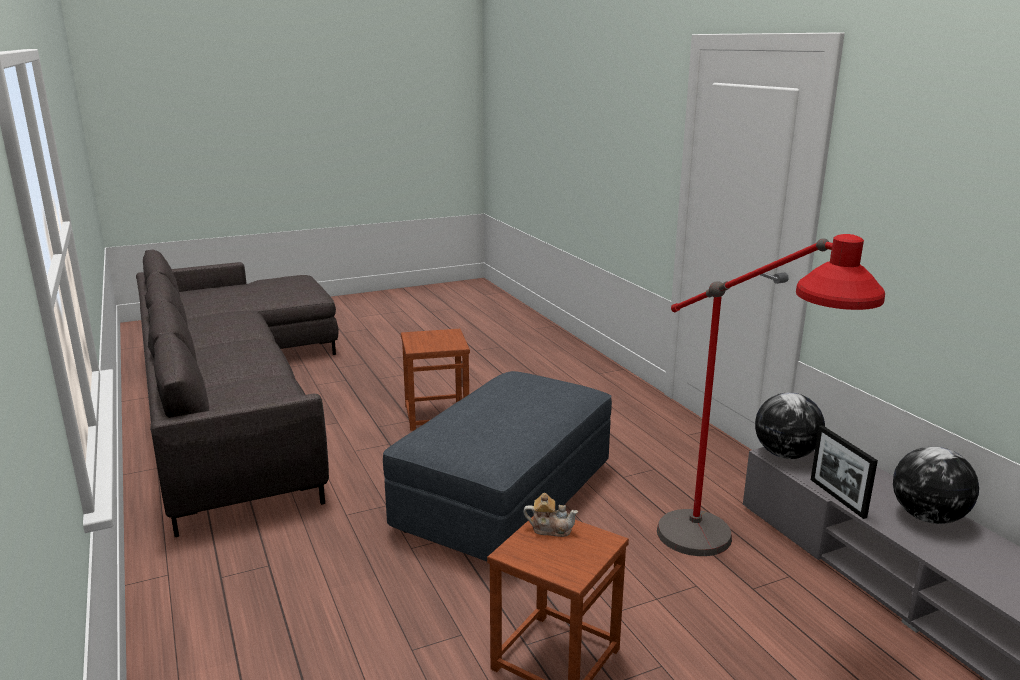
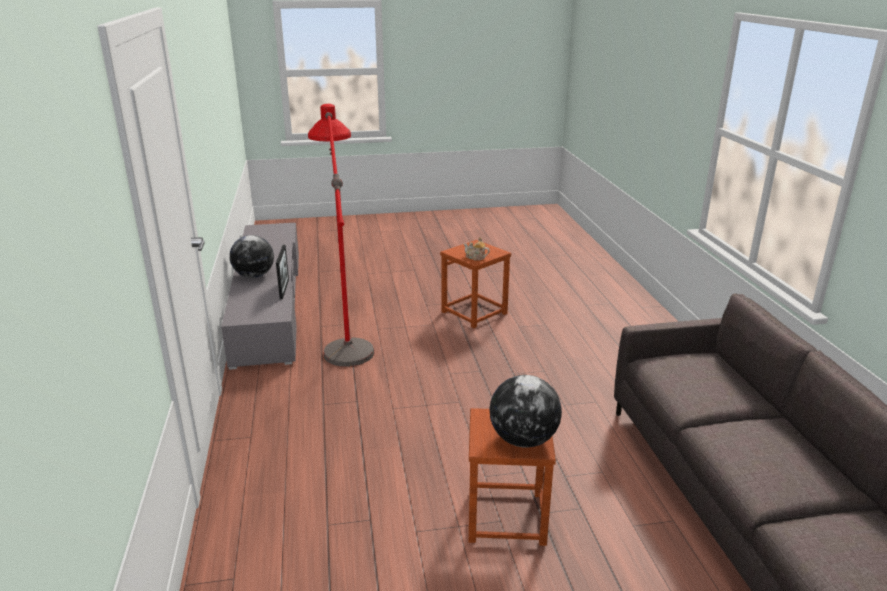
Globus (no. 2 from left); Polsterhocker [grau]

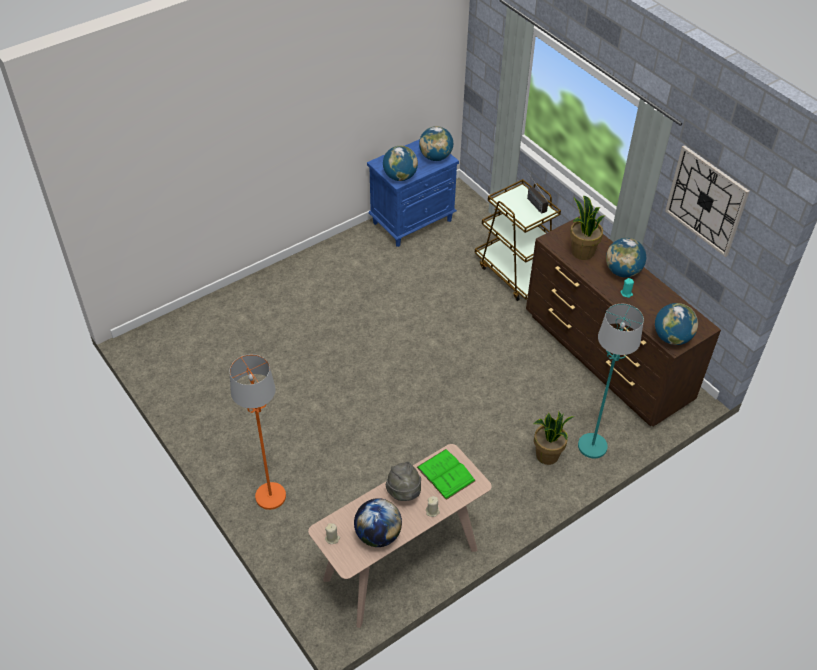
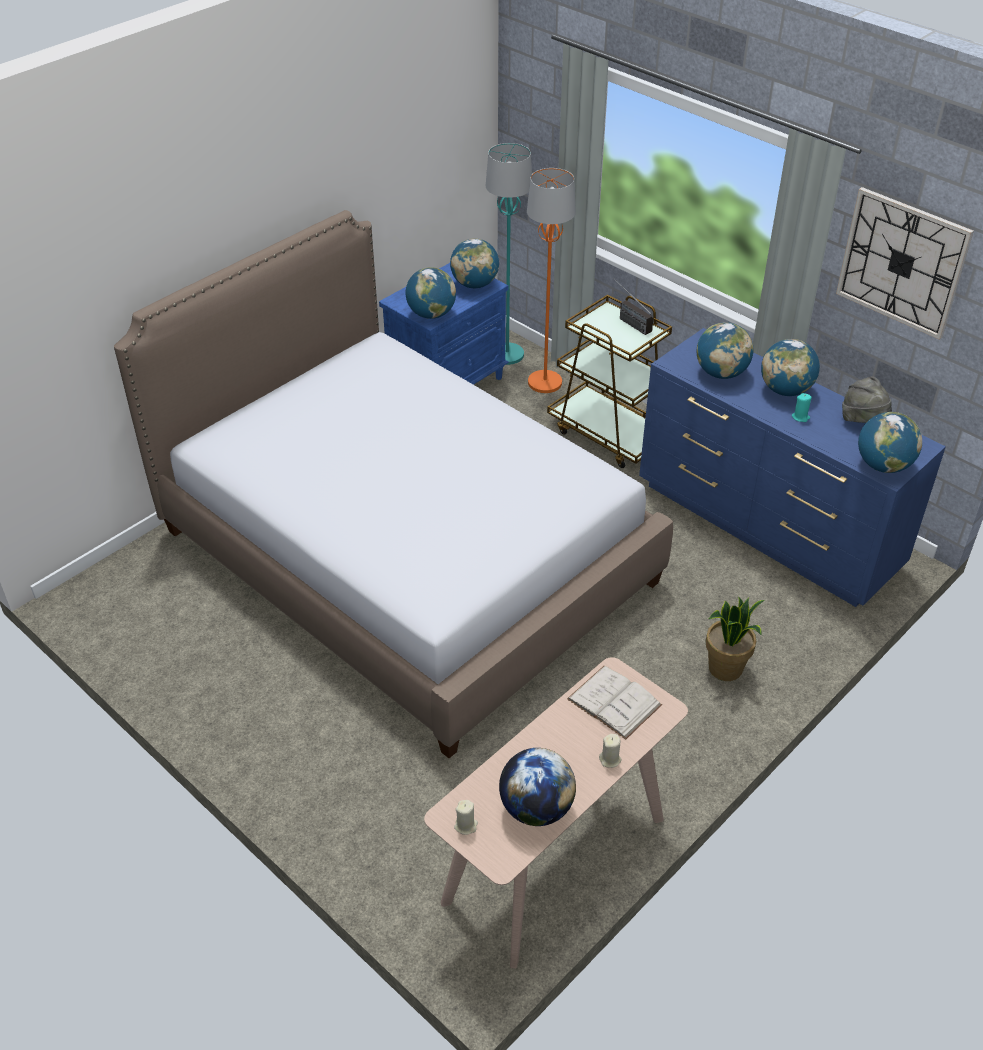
Bett; Stehlampe [türkis]; Stehlampe [orange]; Buch [weiß]; Kommode [blau]; Globus (no. 4 from left); Hut [grau]

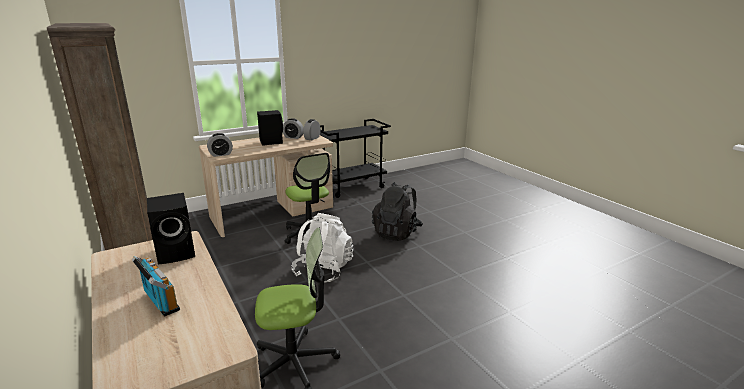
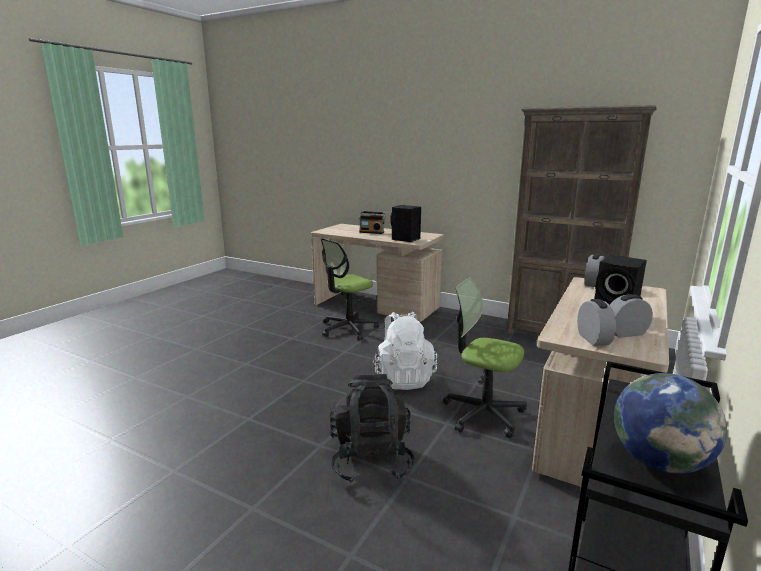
Globus

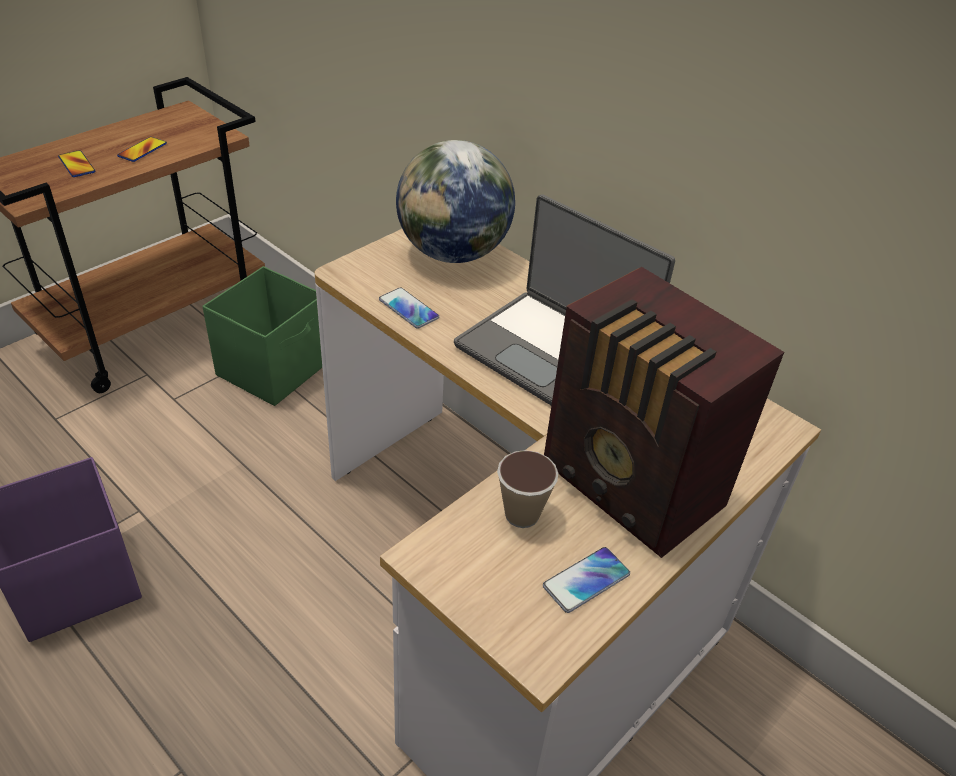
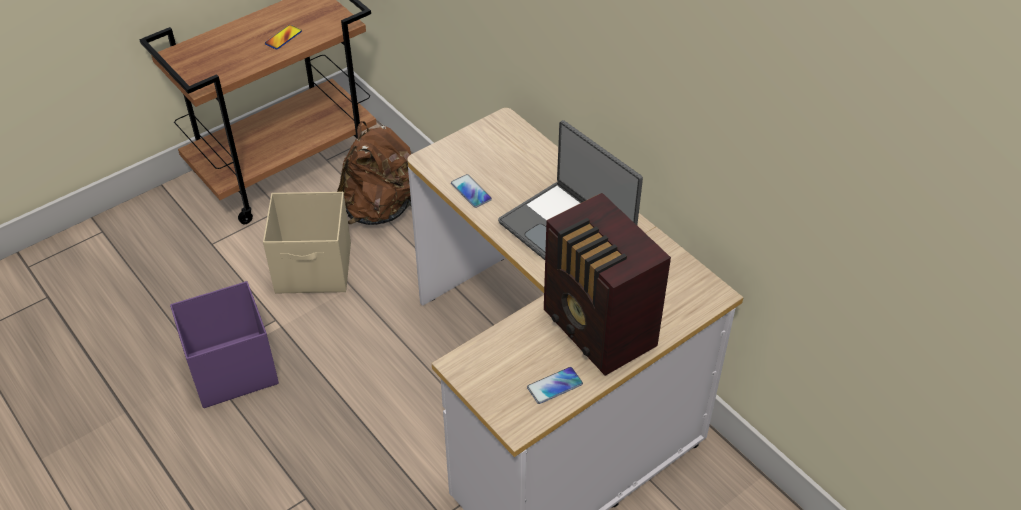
Aufbewahrungsbox [beige]; Rucksack [braun]; Handy (no. 1 from left in the first image); Globus; Tasse

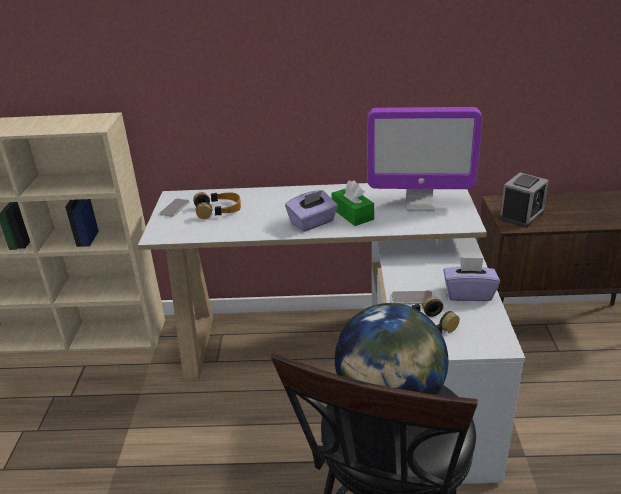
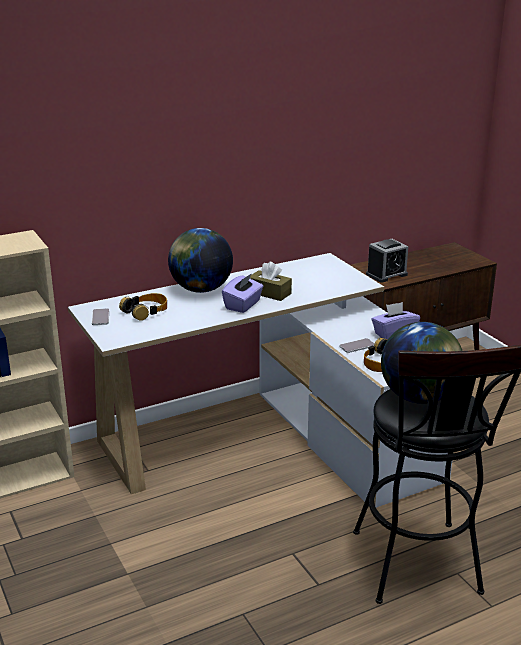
Globus (no. 1 from left); Taschentuchbox [braun]; Wecker; Monitor

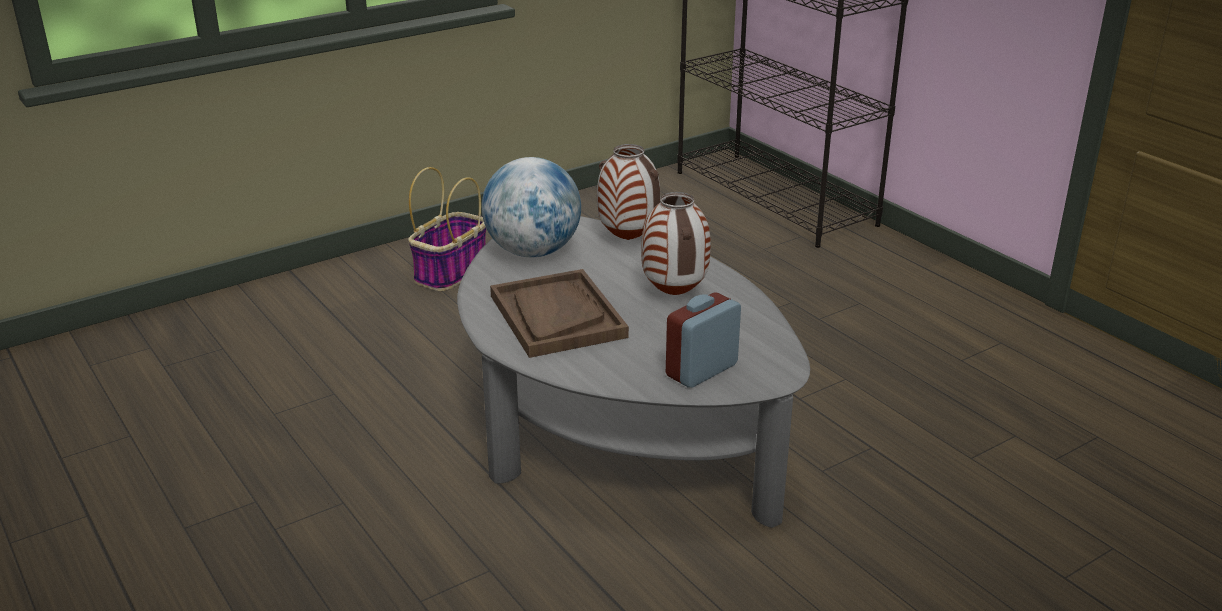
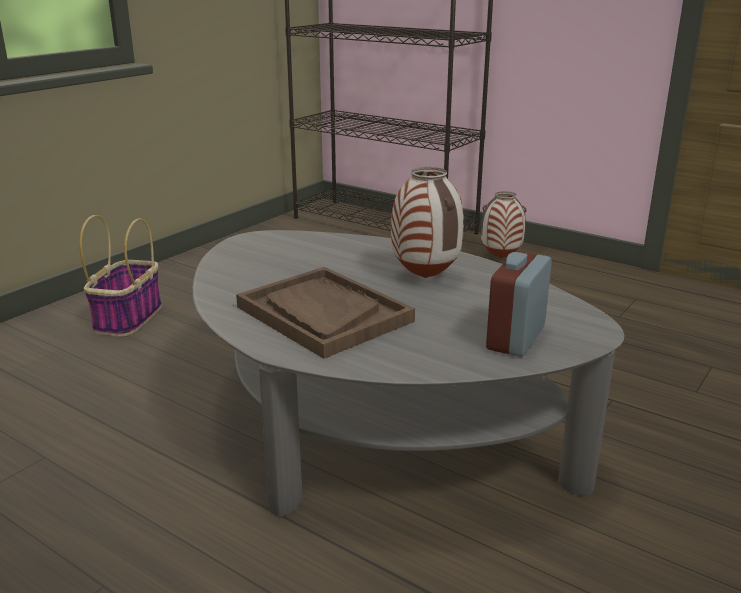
Vase (no. 2 from left); Globus

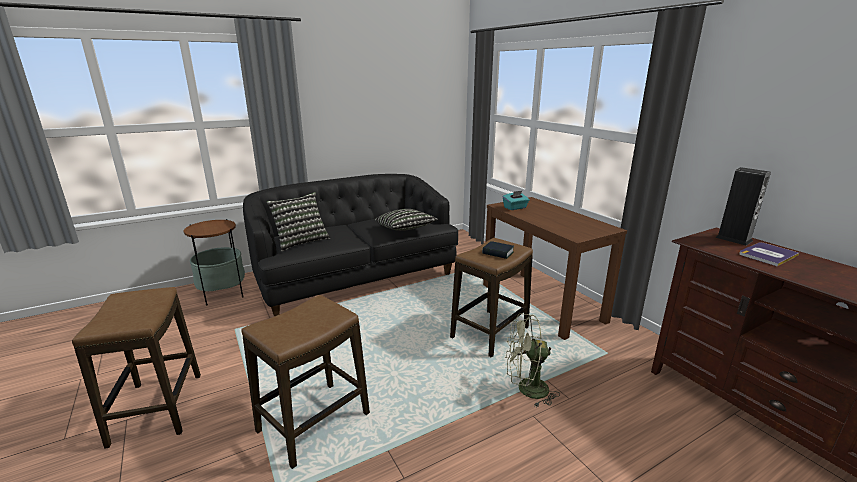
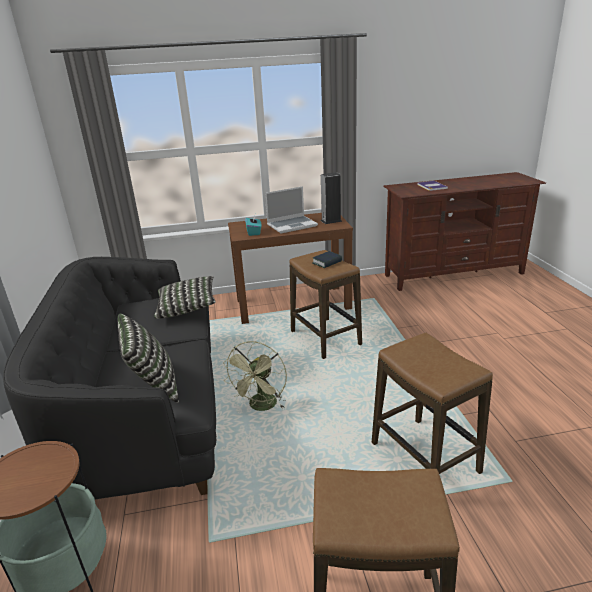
Ventilator [grün]; Laptop; Lautsprecher

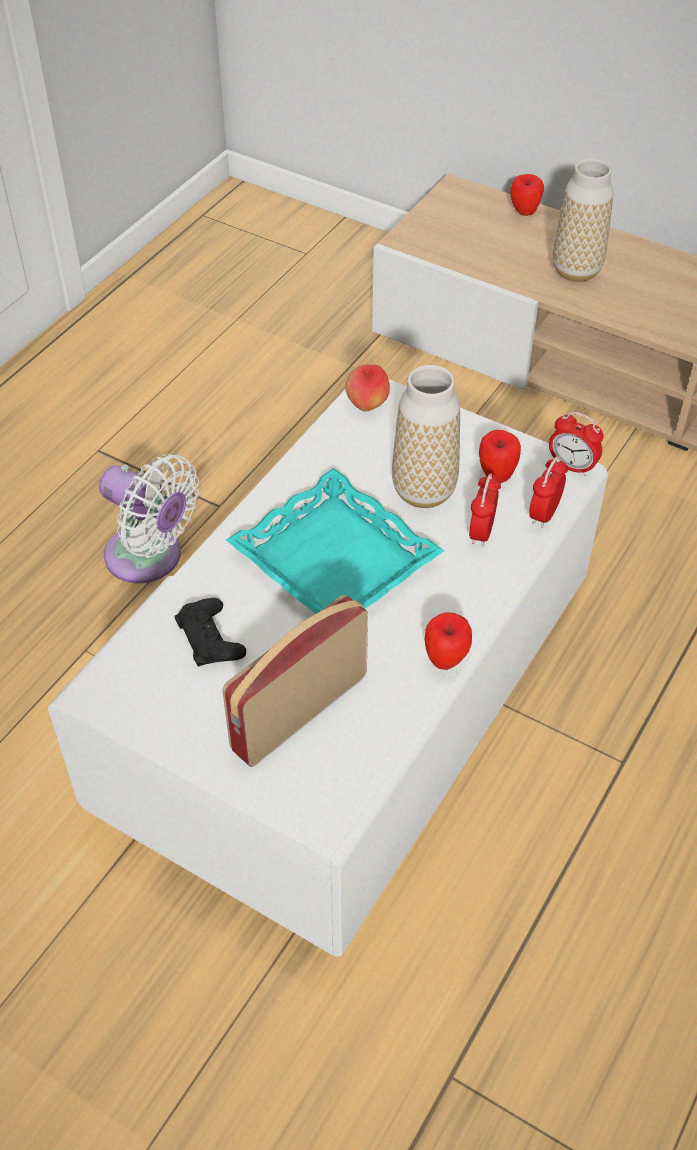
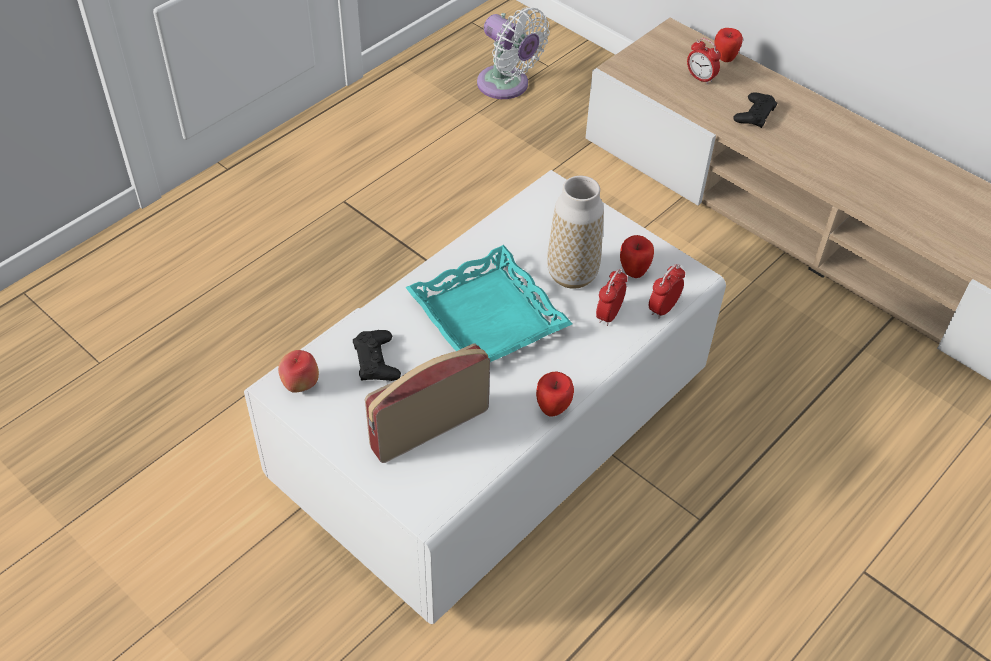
Apfel (no. 1 from left); Ventilator [weiß]; Wecker (no. 3 from left); Gamepad [schwarz] (no. 2 from left)

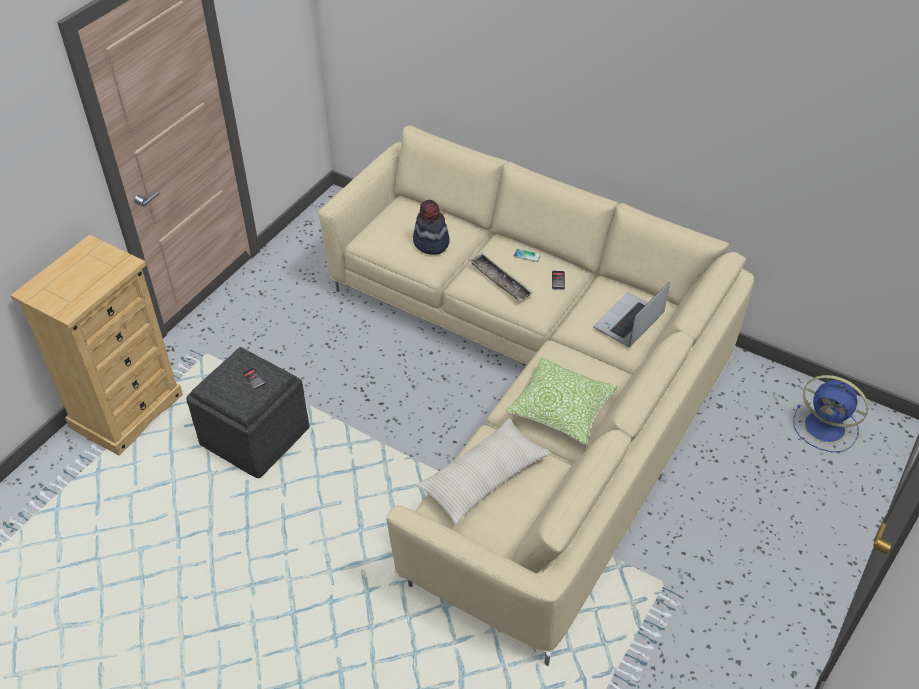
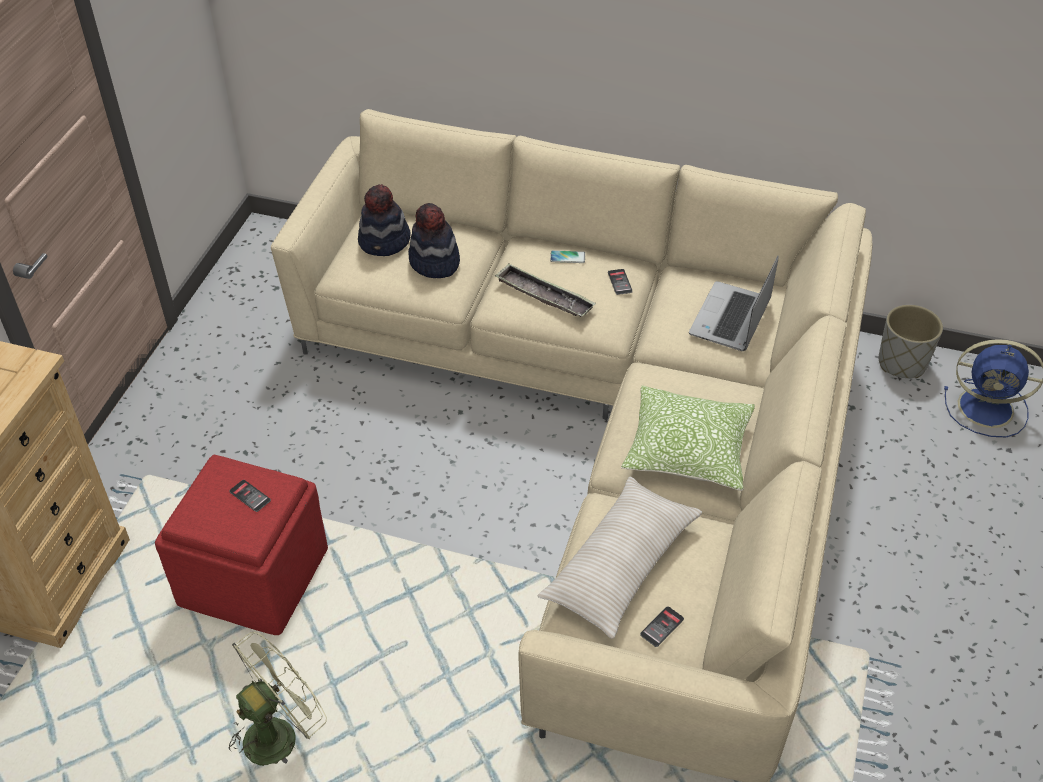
Polsterhocker [rot]; Ventilator [grün]; Hut (no. 1 from left); Handy (no. 4 from left); Pflanzkübel [grau]

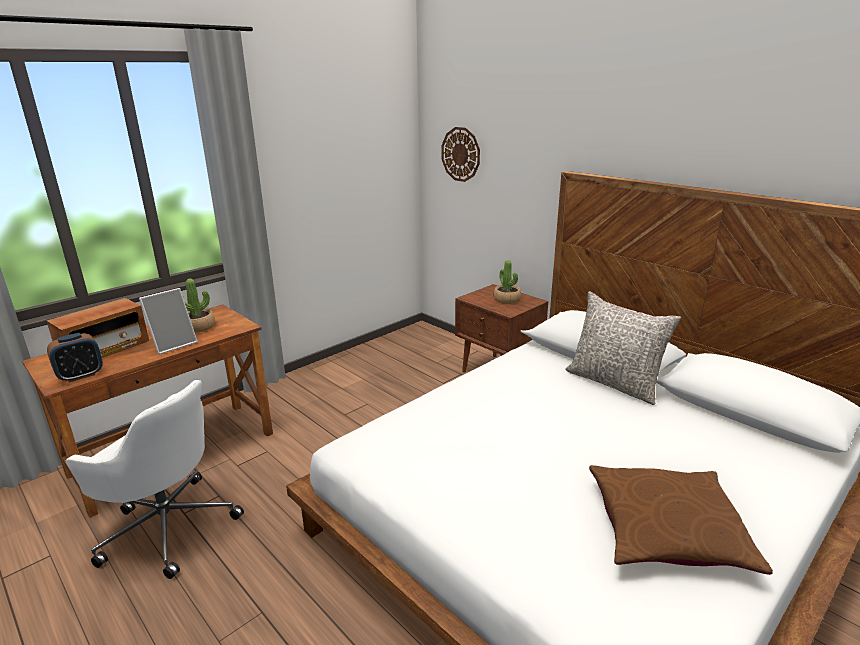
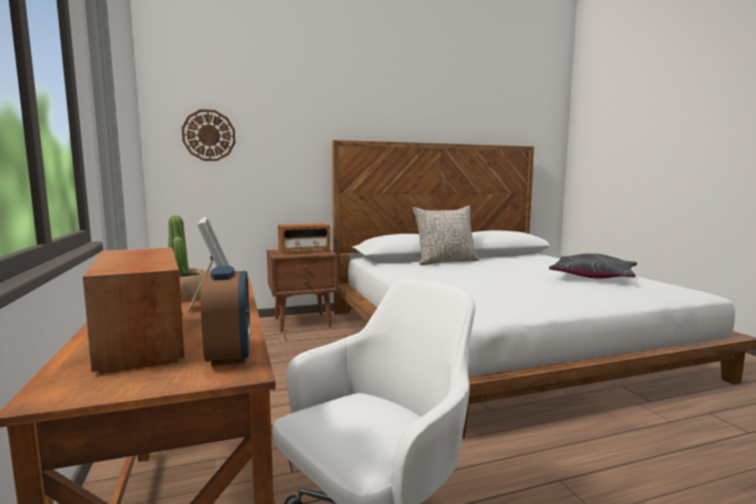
Radio (no. 2 from left); Kissen [grau] (no. 2 from left)

